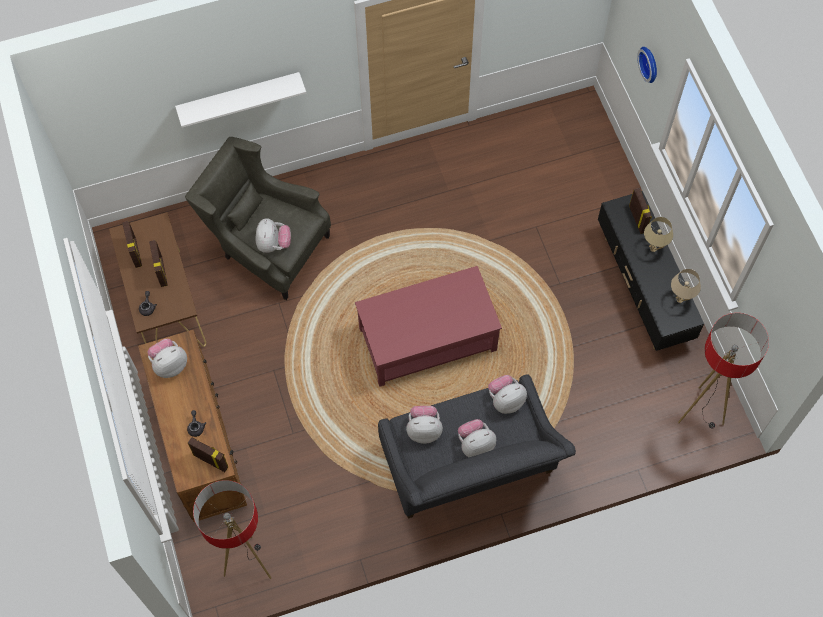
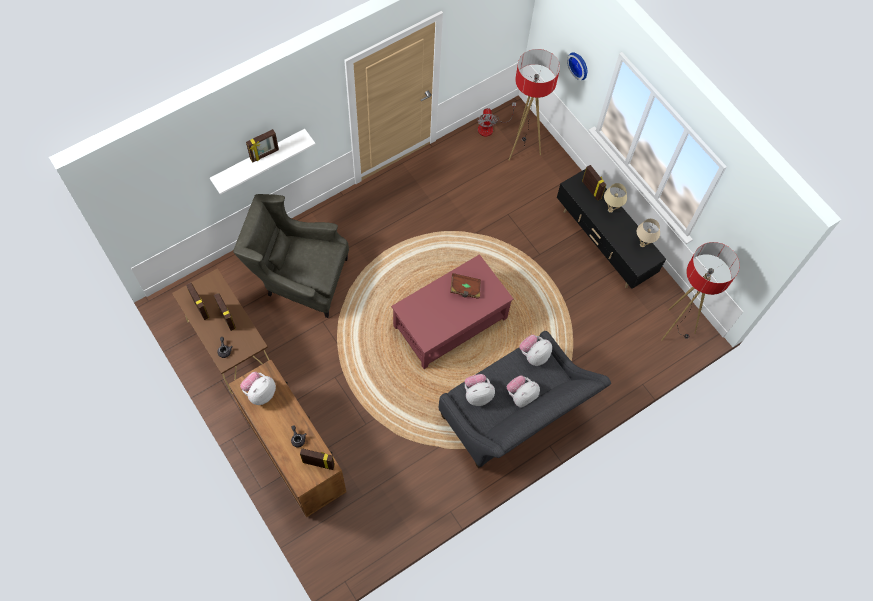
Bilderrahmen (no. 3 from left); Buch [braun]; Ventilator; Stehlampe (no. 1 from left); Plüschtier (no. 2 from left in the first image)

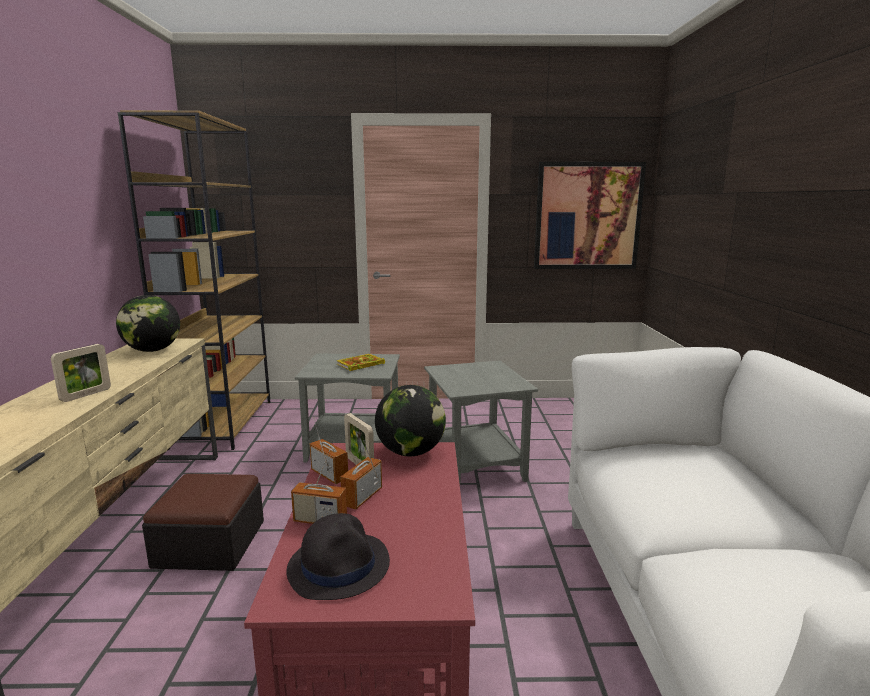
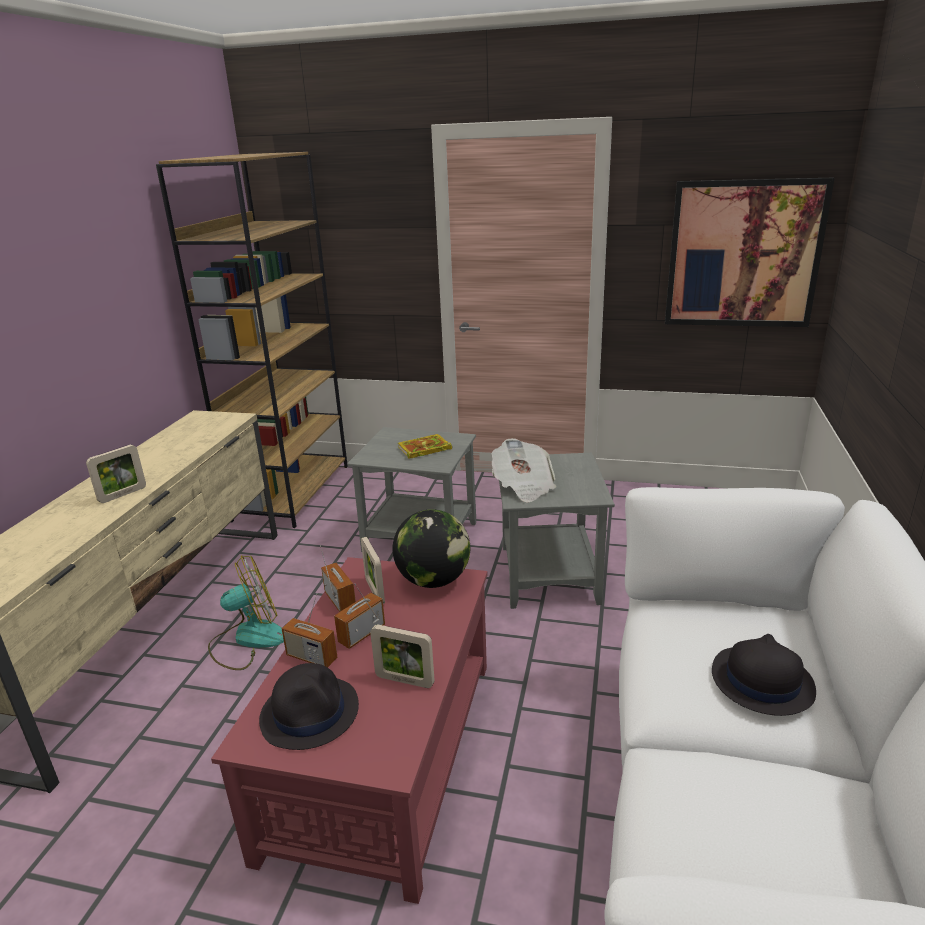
Ventilator; Bilderrahmen (no. 3 from left); Zeitung; Hut [schwarz] (no. 2 from left); Globus (no. 1 from left in the first image)

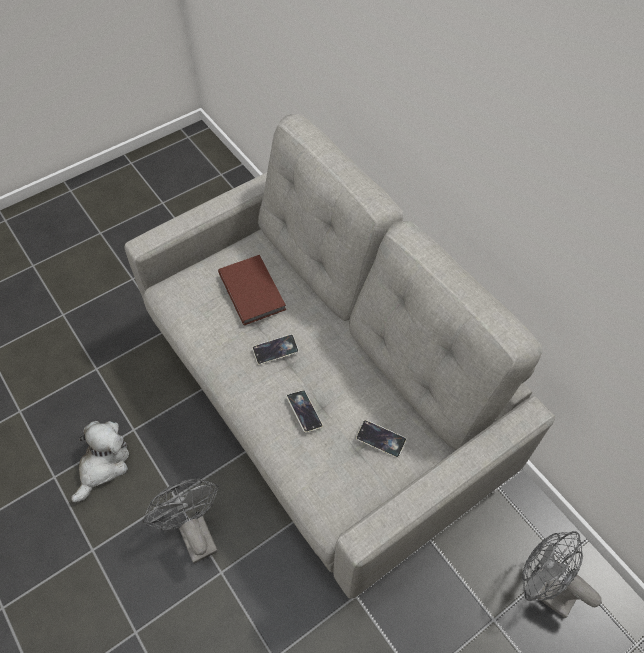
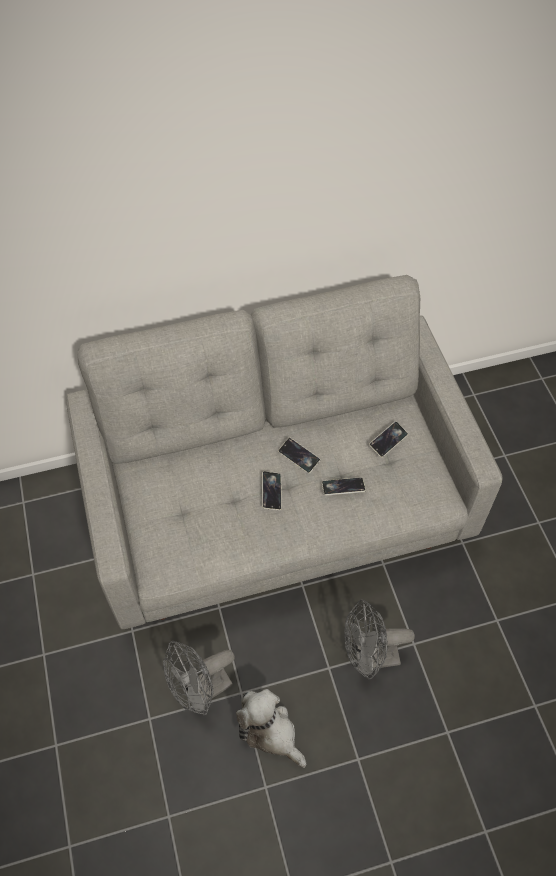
Ventilator [grau] (no. 1 from left); Handy (no. 2 from left); Buch [braun]

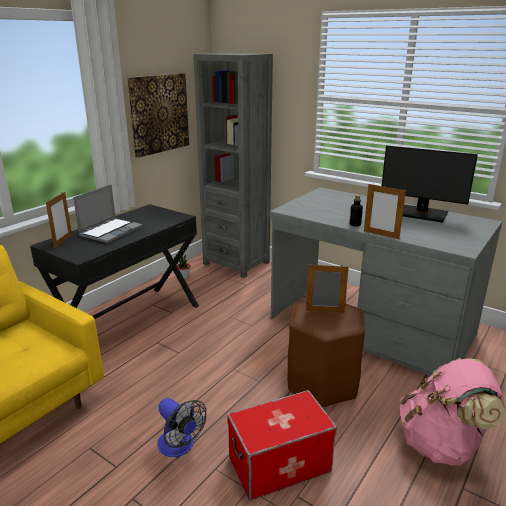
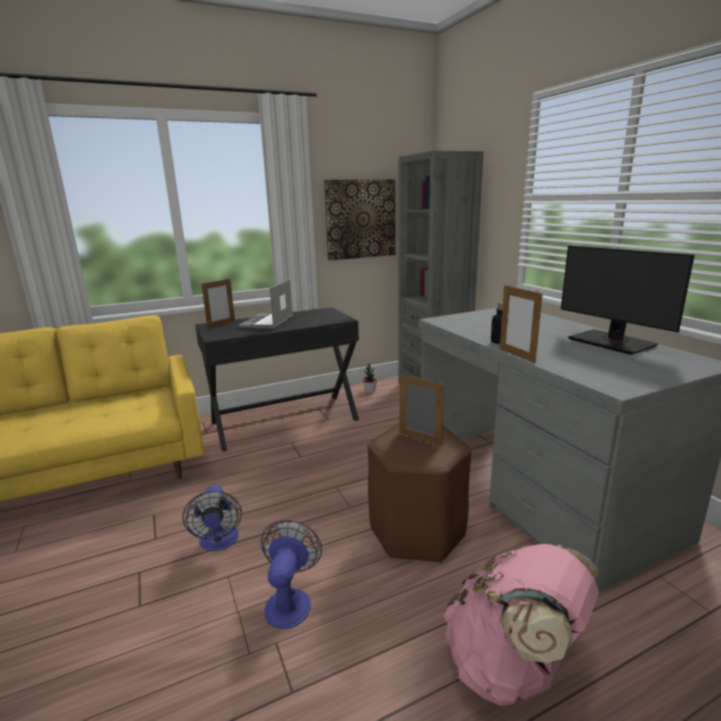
Laptop; Ventilator (no. 2 from left)

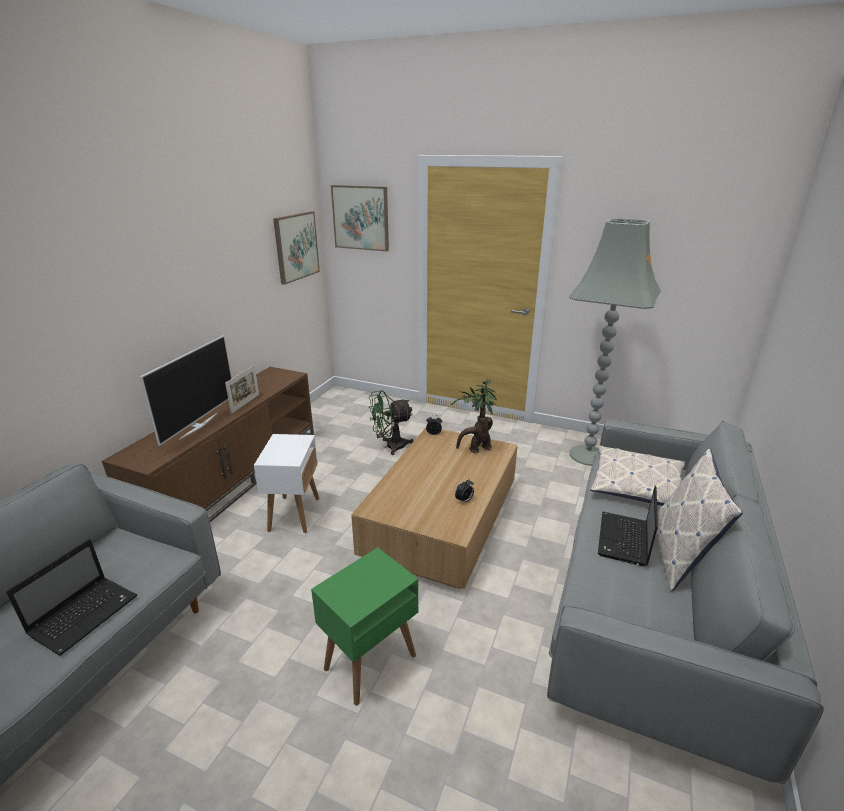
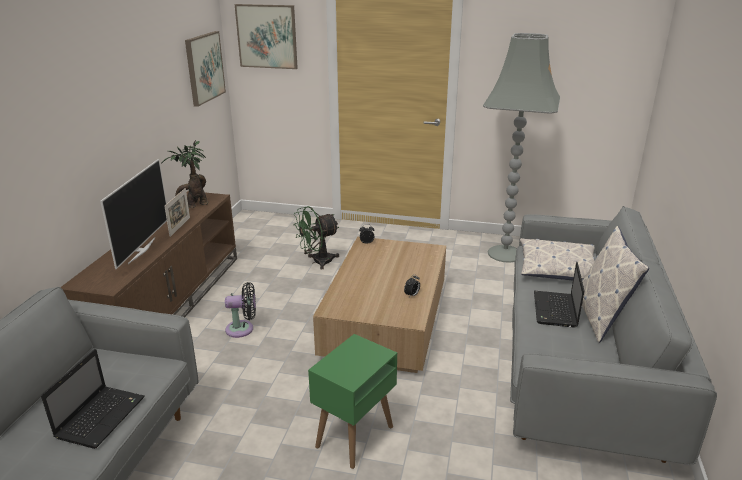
Topfpflanze; Ventilator [schwarz]

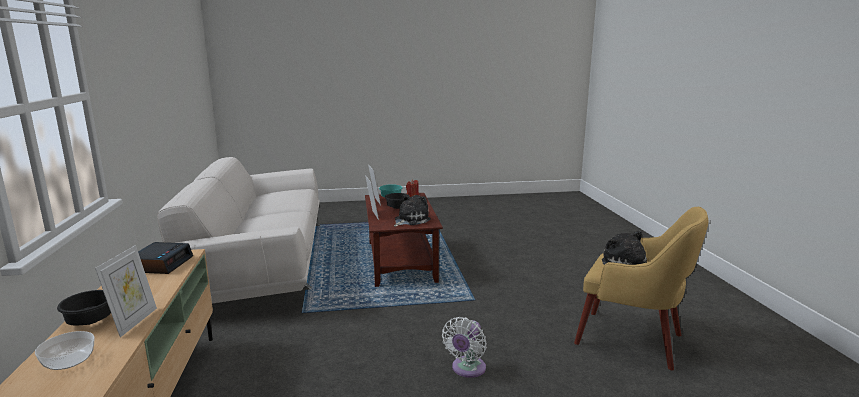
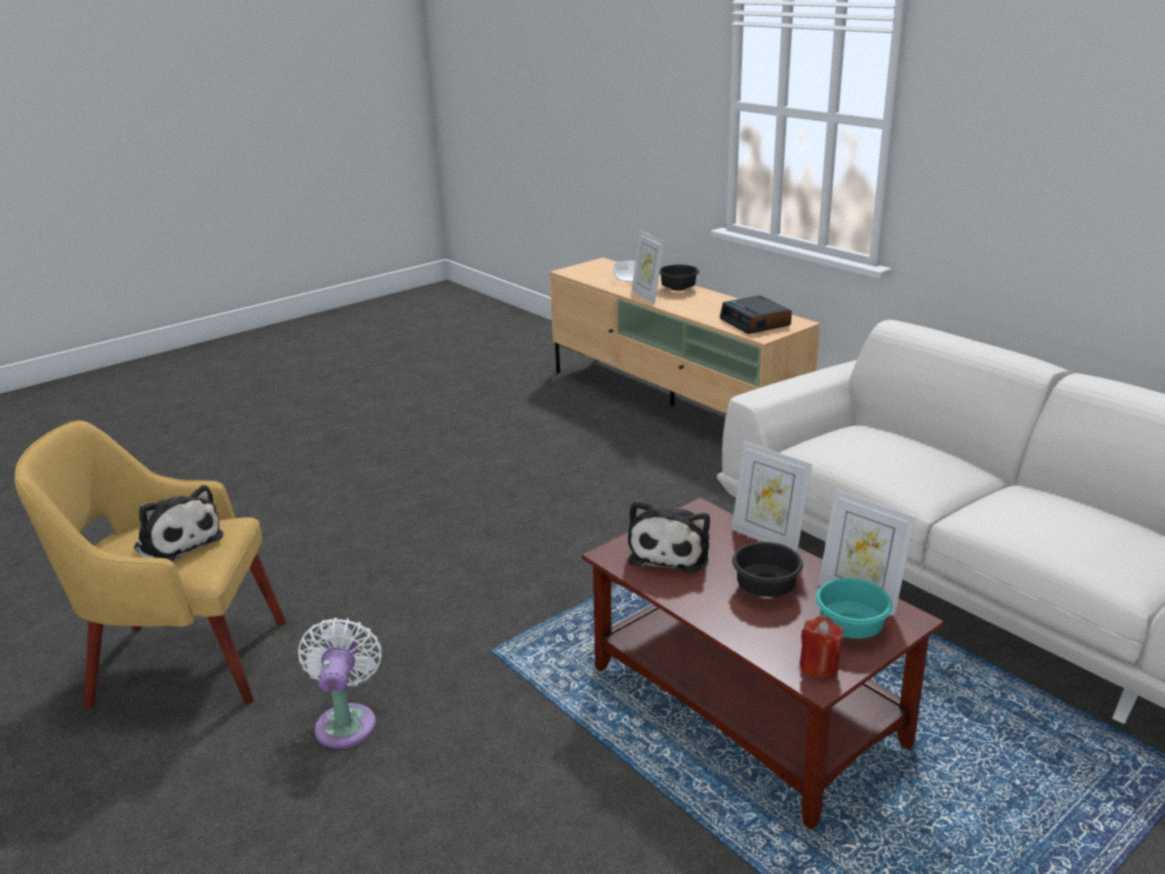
Ventilator [weiß]

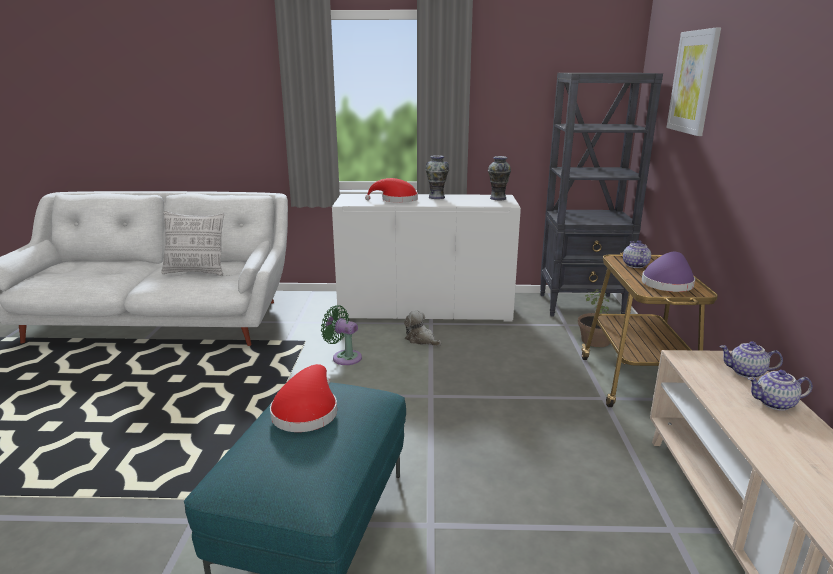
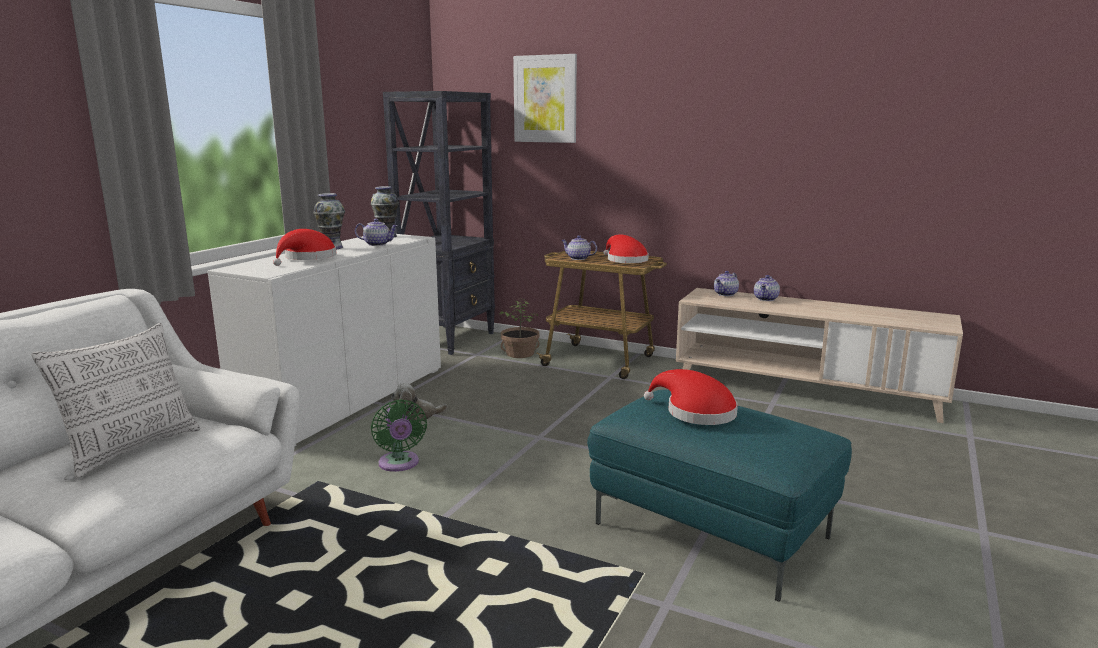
Teekanne (no. 1 from left); Ventilator [grün]; Hut [rot] (no. 2 from left)

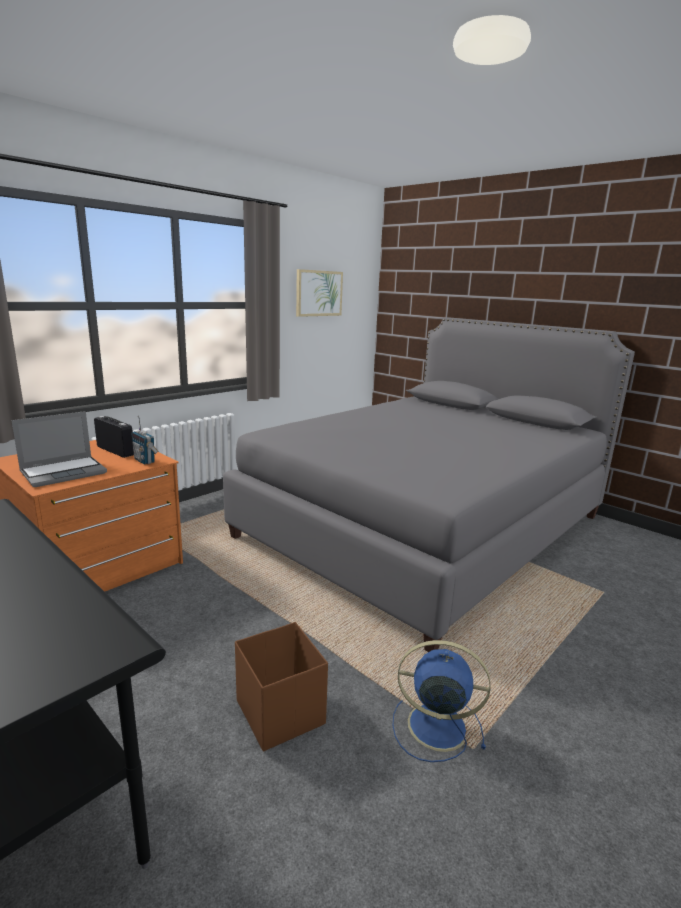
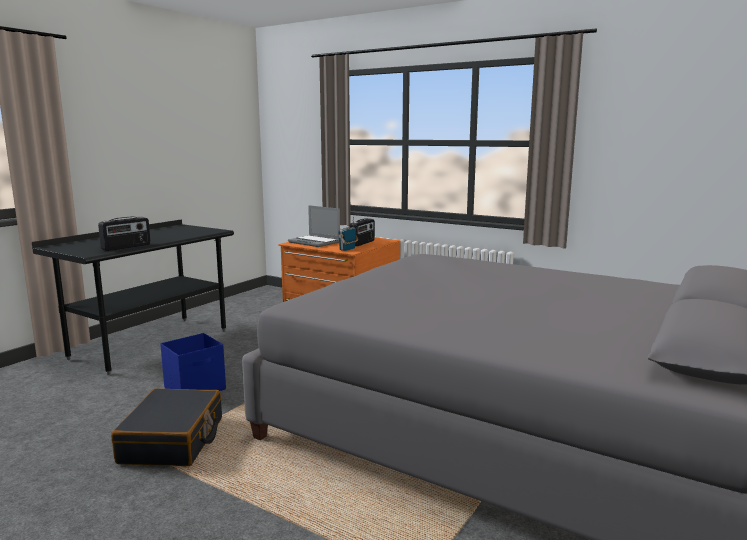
Radio (no. 1 from left); Koffer [schwarz]; Aufbewahrungsbox [blau]; Bild

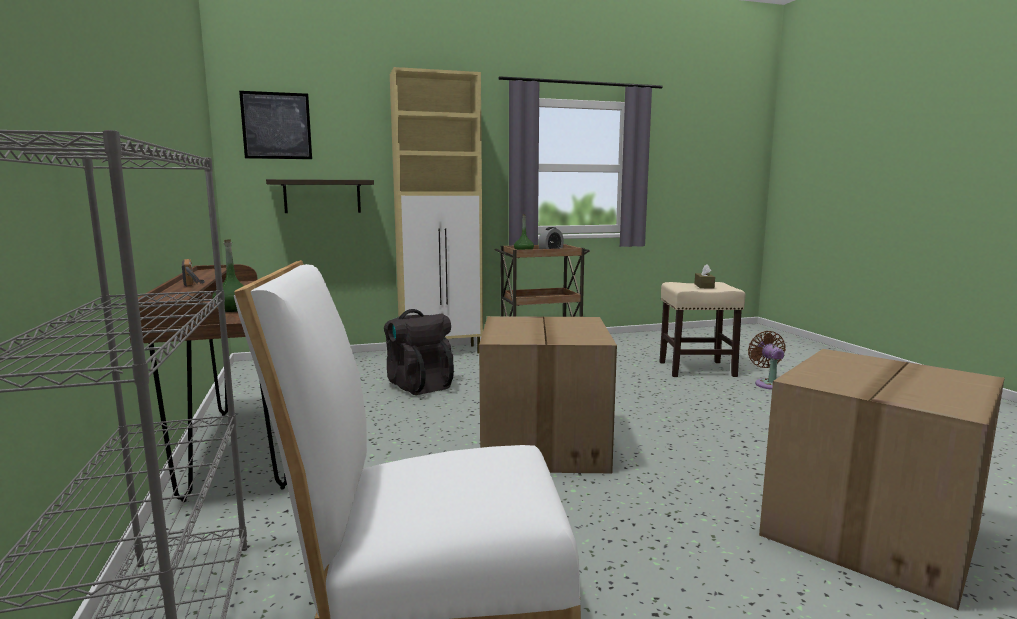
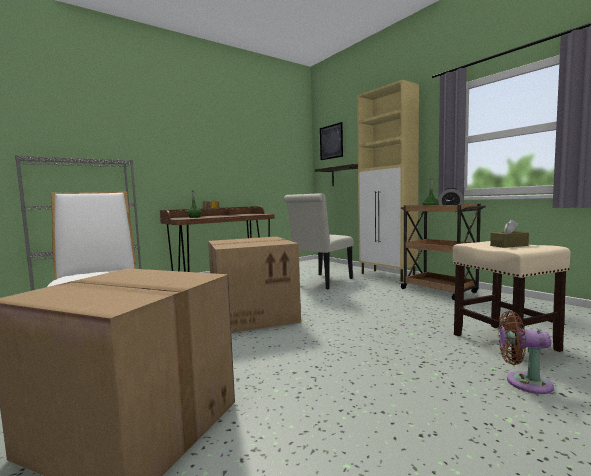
Stuhl [weiß] (no. 2 from left); Ventilator [braun]

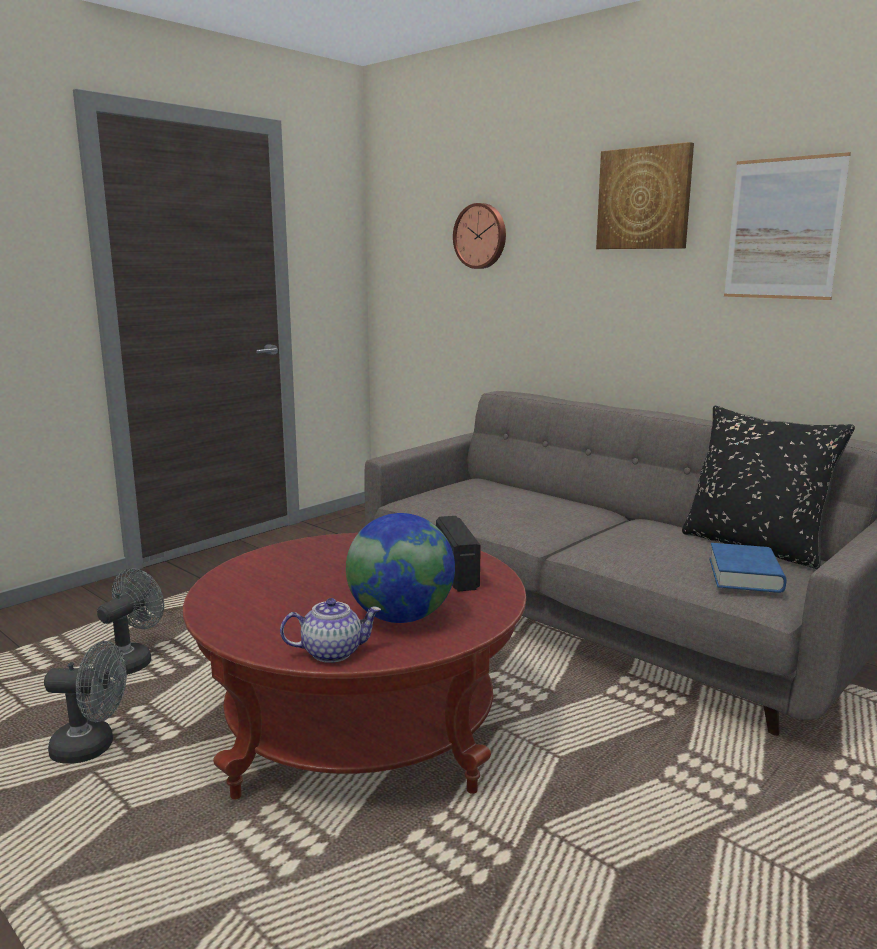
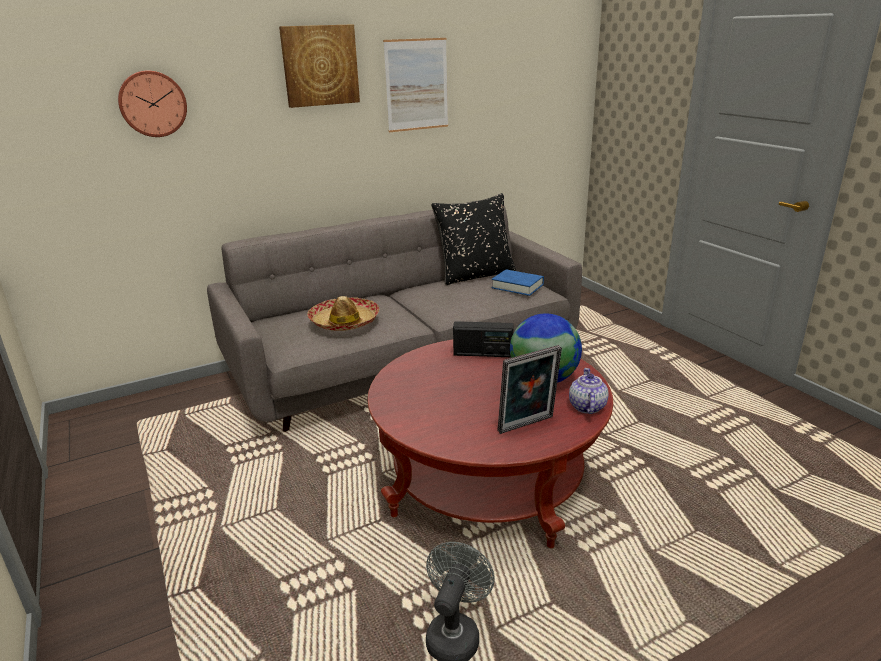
Hut; Bilderrahmen; Ventilator [grau] (no. 2 from left in the first image)

